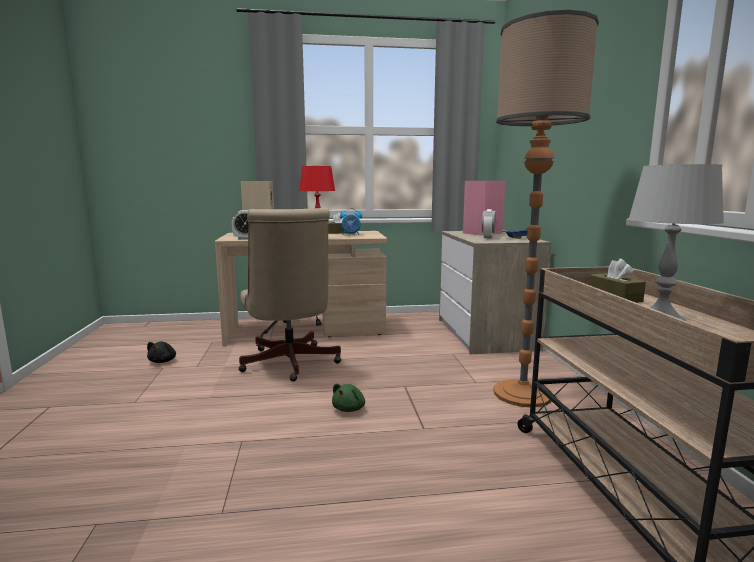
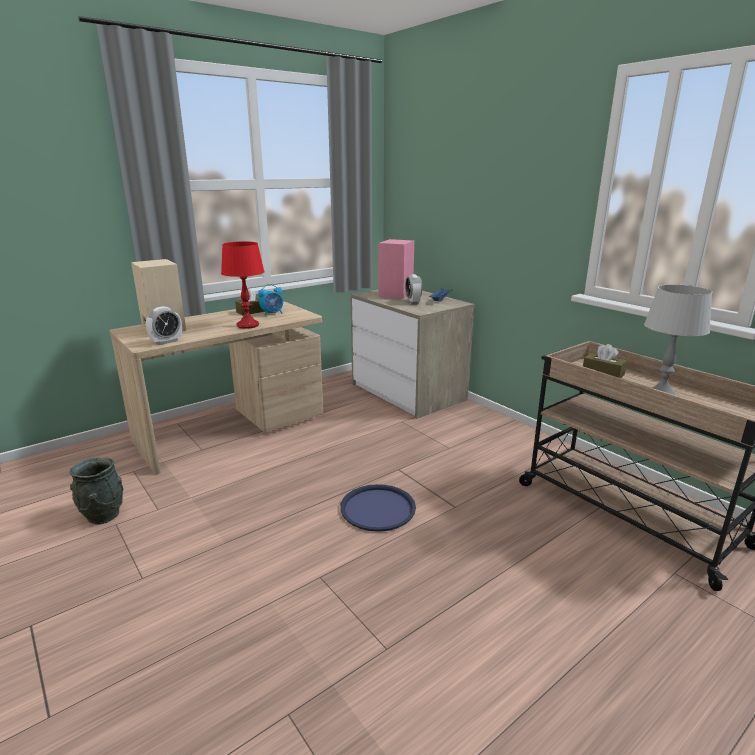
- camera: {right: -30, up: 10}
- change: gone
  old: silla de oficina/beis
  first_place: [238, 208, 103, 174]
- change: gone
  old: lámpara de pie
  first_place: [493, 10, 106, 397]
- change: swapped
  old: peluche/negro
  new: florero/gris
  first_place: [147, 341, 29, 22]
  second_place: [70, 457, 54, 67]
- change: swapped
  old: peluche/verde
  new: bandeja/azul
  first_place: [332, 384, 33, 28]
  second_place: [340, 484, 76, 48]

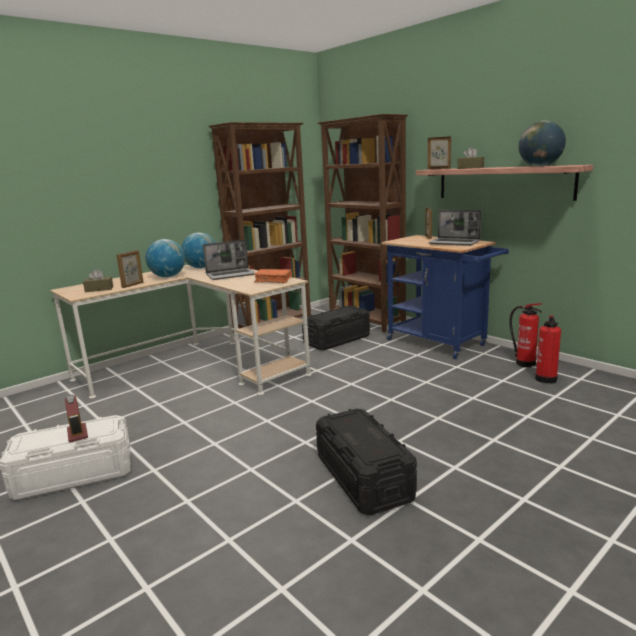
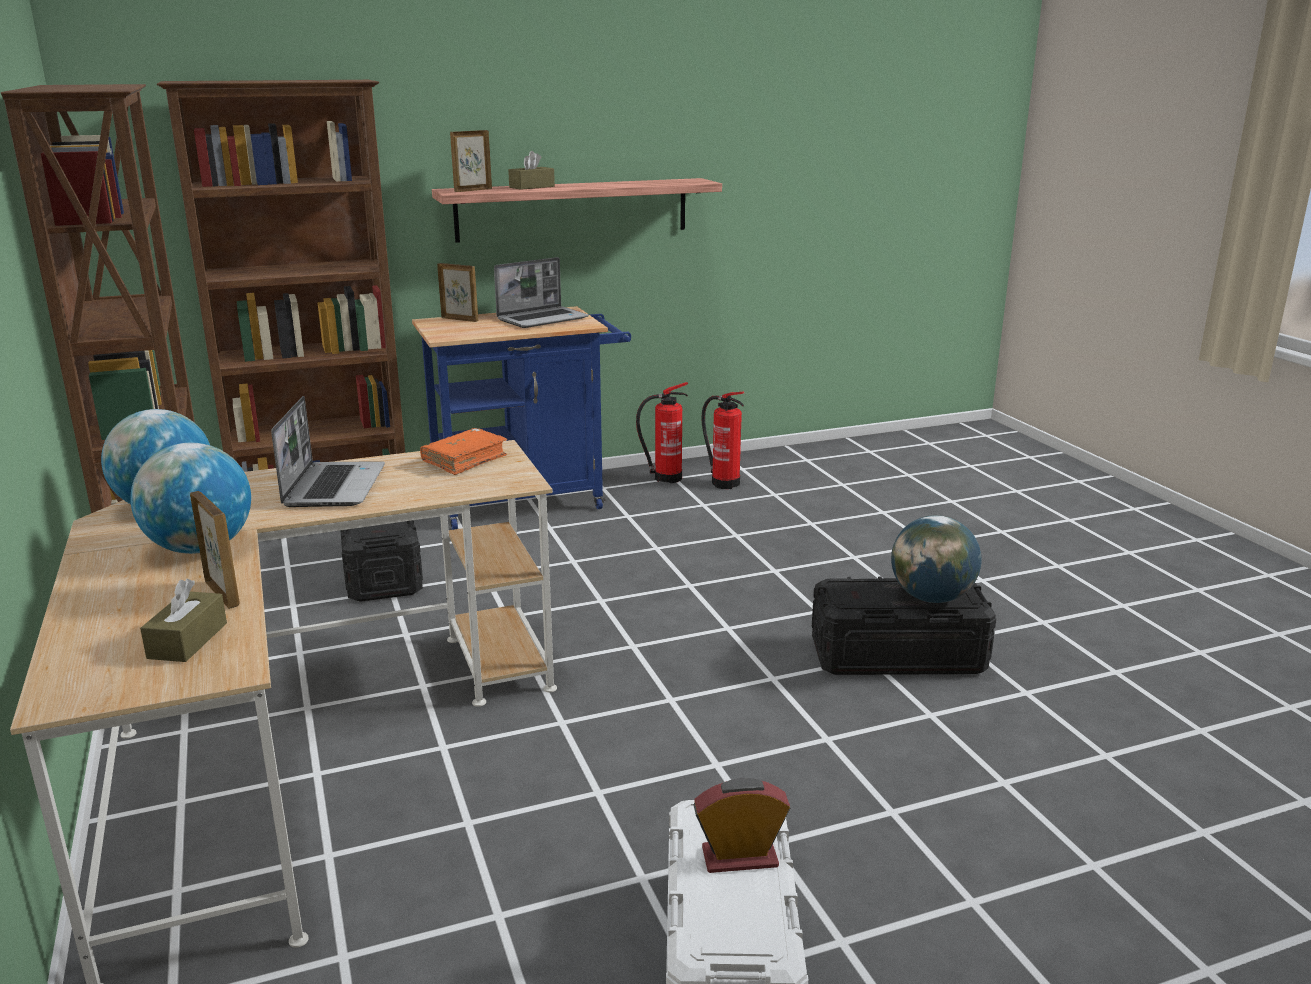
- camera: {right: -70, up: 5}
- change: shifted
  old: globo terráqueo
  first_place: [518, 121, 48, 46]
  second_place: [891, 515, 91, 88]

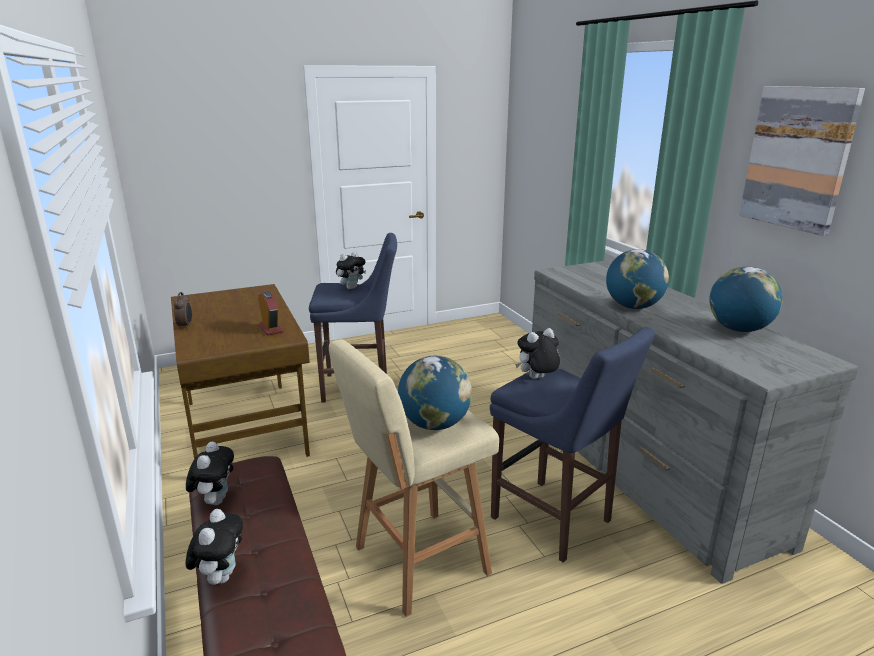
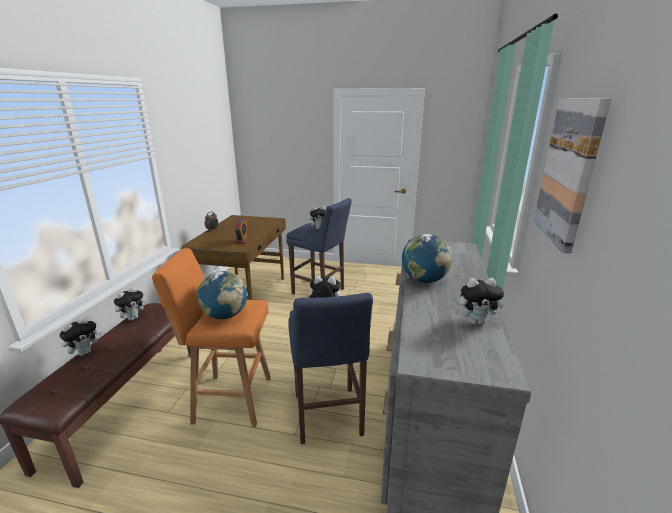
- camera: {right: 35, up: 0}
- change: swapped
  old: globo terráqueo
  new: peluche
  first_place: [709, 267, 74, 65]
  second_place: [459, 278, 45, 47]
- change: repainted
  old: taburete/beis
  new: taburete/naranja
  first_place: [329, 339, 170, 278]
  second_place: [152, 248, 119, 179]

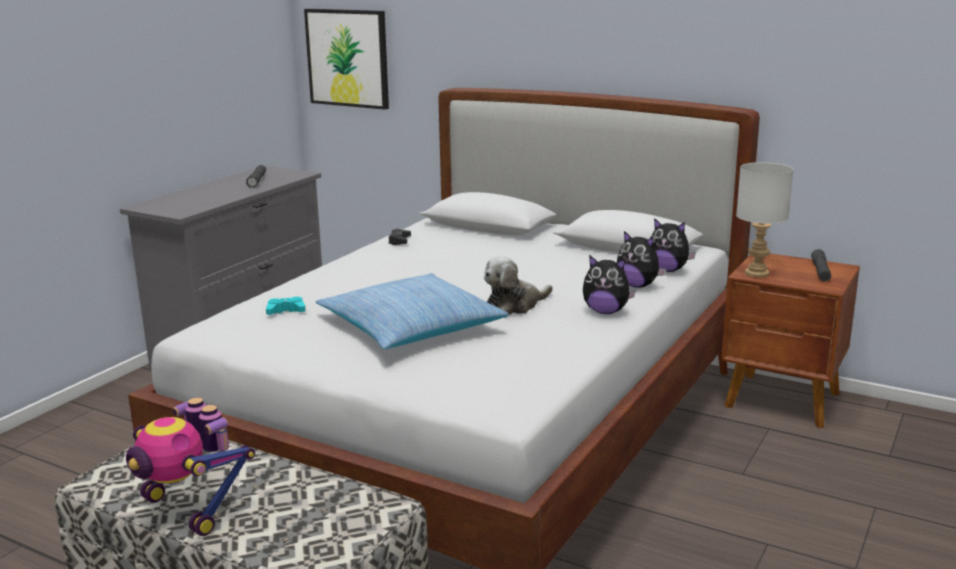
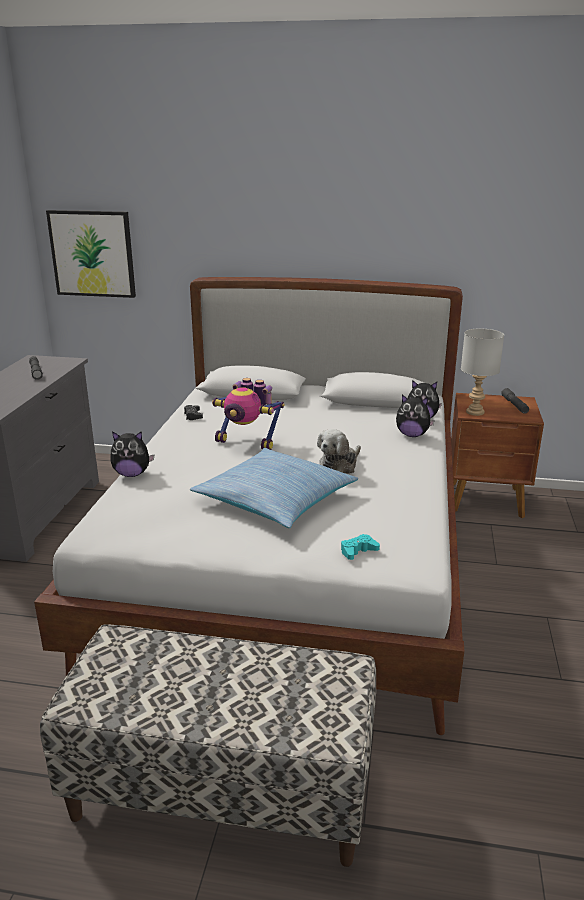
- camera: {right: -20, up: 5}
- change: shifted
  old: robot de juguete
  first_place: [126, 397, 129, 139]
  second_place: [212, 378, 72, 72]
- change: shifted
  old: mando de consola/turquesa
  first_place: [266, 297, 40, 18]
  second_place: [341, 534, 39, 26]
- change: shifted
  old: peluche
  first_place: [583, 255, 53, 59]
  second_place: [110, 432, 44, 45]

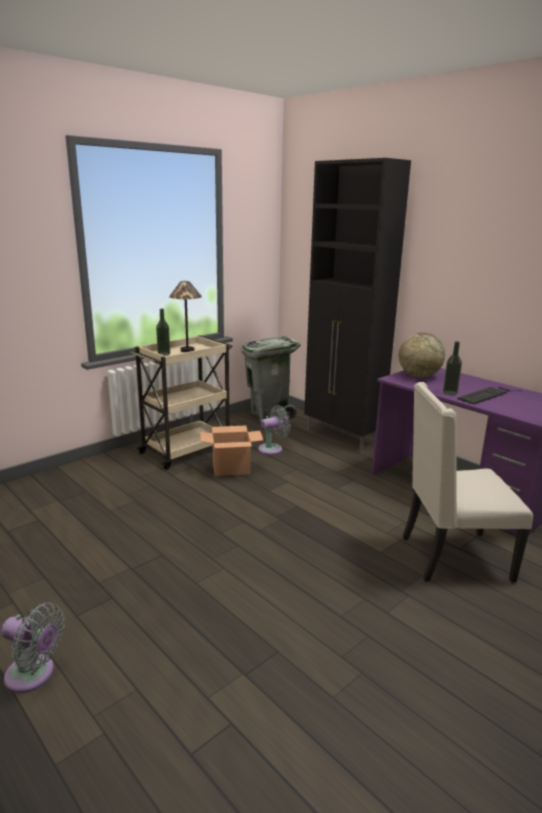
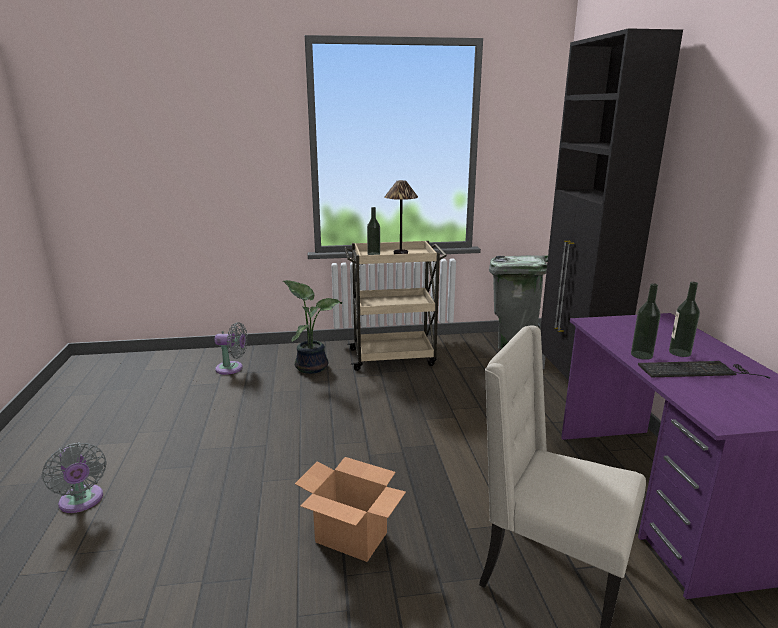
- camera: {right: 35, up: 0}
- change: gone
  old: globo terráqueo
  first_place: [399, 332, 46, 46]
- change: new
  new: planta en maceta
  second_place: [283, 280, 59, 94]
- change: new
  new: botella
  second_place: [669, 282, 31, 75]
- change: shifted
  old: caja de cartón
  first_place: [200, 425, 63, 51]
  second_place: [295, 457, 111, 105]
- change: shifted
  old: ventilador/gris
  first_place: [258, 405, 33, 50]
  second_place: [214, 322, 34, 53]

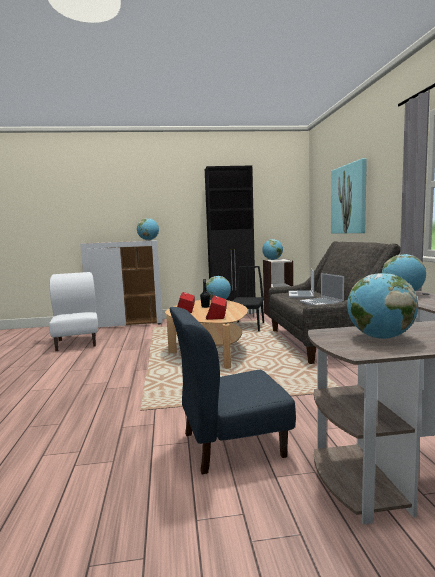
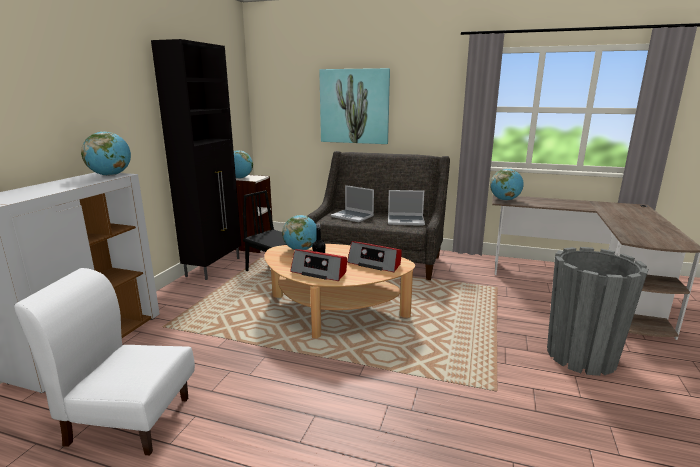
- camera: {right: -65, up: 10}
- change: gone
  old: globo terráqueo
  first_place: [347, 273, 71, 66]
- change: swapped
  old: silla/azul
  new: maceta/gris
  first_place: [170, 307, 126, 168]
  second_place: [547, 247, 102, 129]

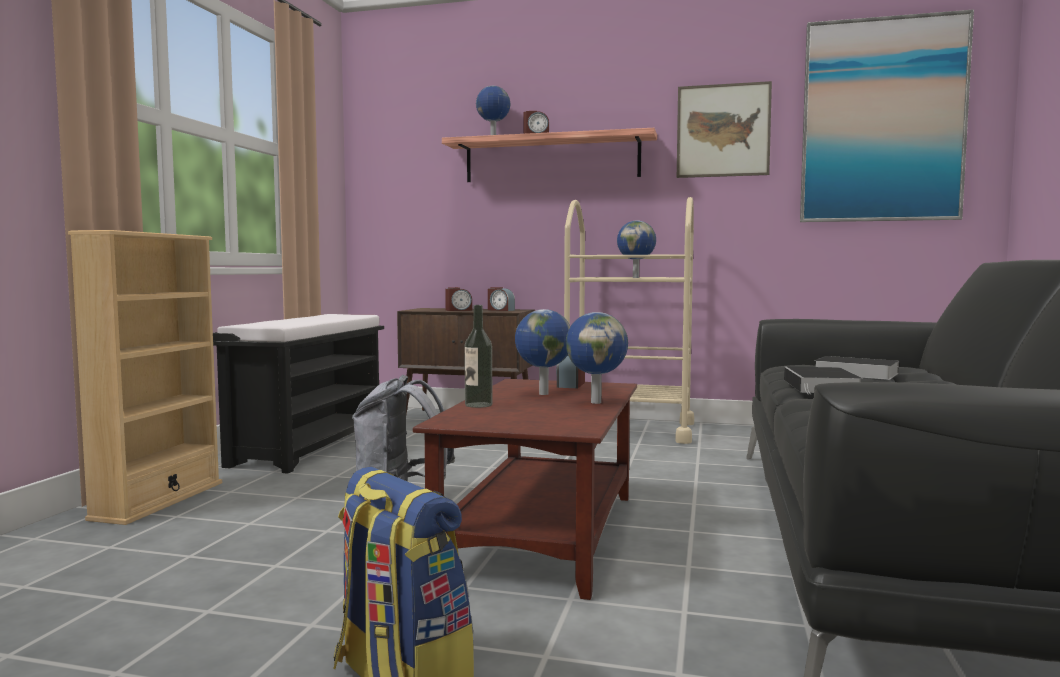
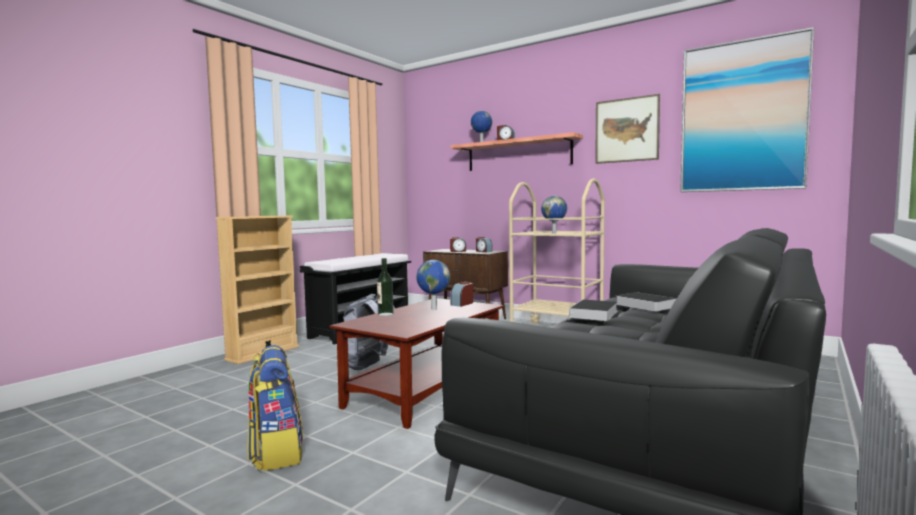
- camera: {right: 20, up: 0}
- change: gone
  old: globo terráqueo
  first_place: [566, 312, 62, 92]

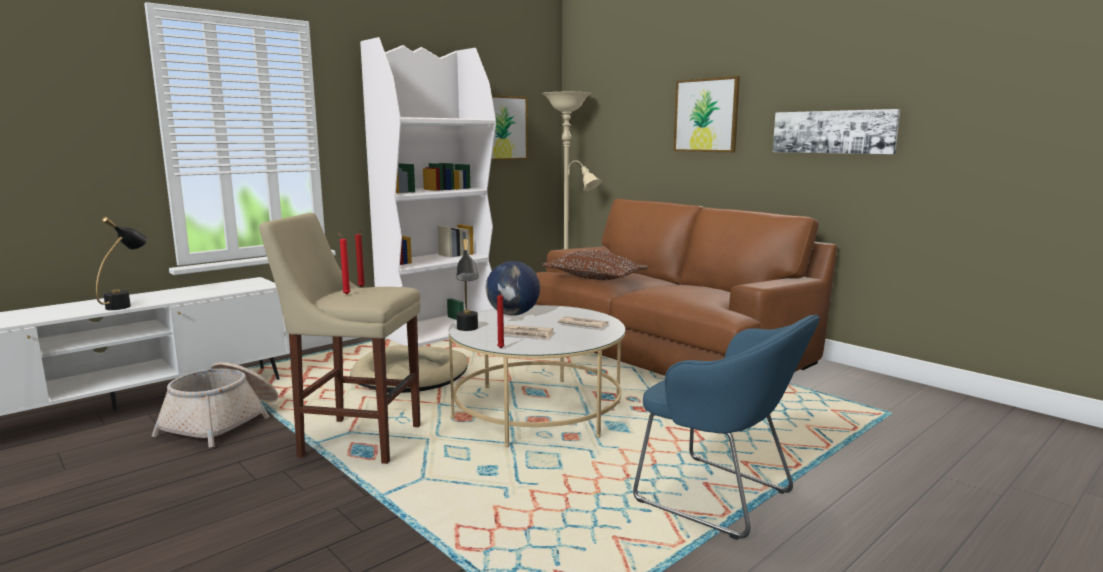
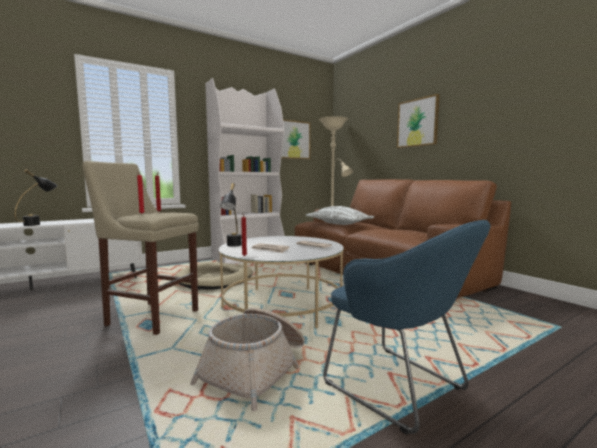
- camera: {right: 10, up: -5}
- change: gone
  old: globo terráqueo
  first_place: [485, 261, 55, 55]
- change: gone
  old: cuadro
  first_place: [773, 109, 127, 45]
- change: shifted
  old: cesta
  first_place: [152, 362, 126, 86]
  second_place: [190, 308, 115, 103]
- change: repainted
  old: cojín/marrón
  new: cojín/blanco
  first_place: [542, 250, 107, 30]
  second_place: [305, 206, 69, 19]

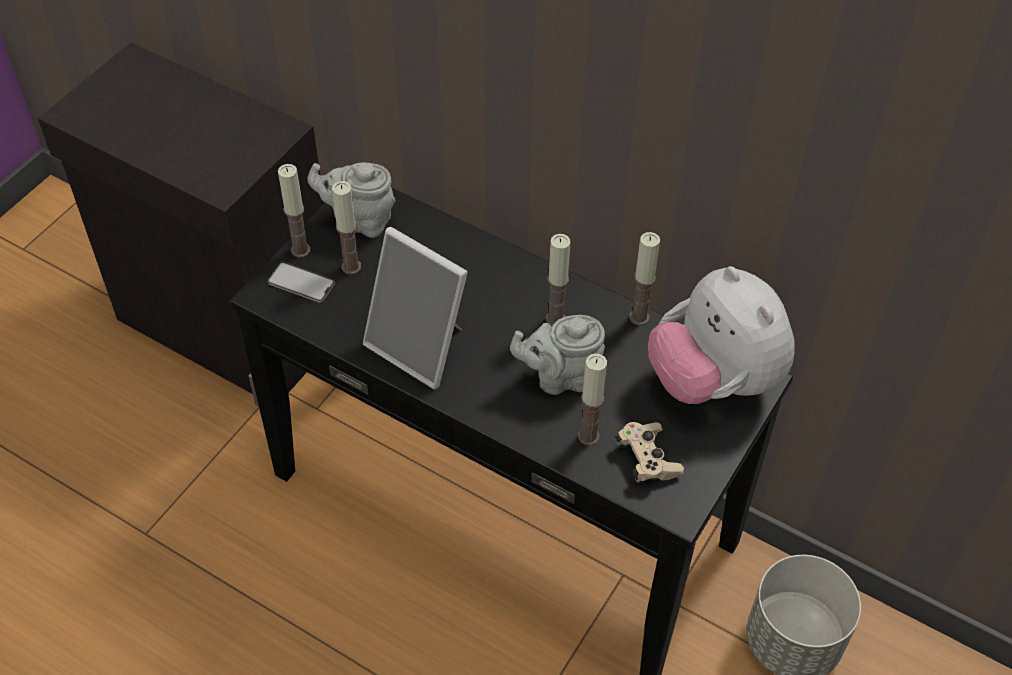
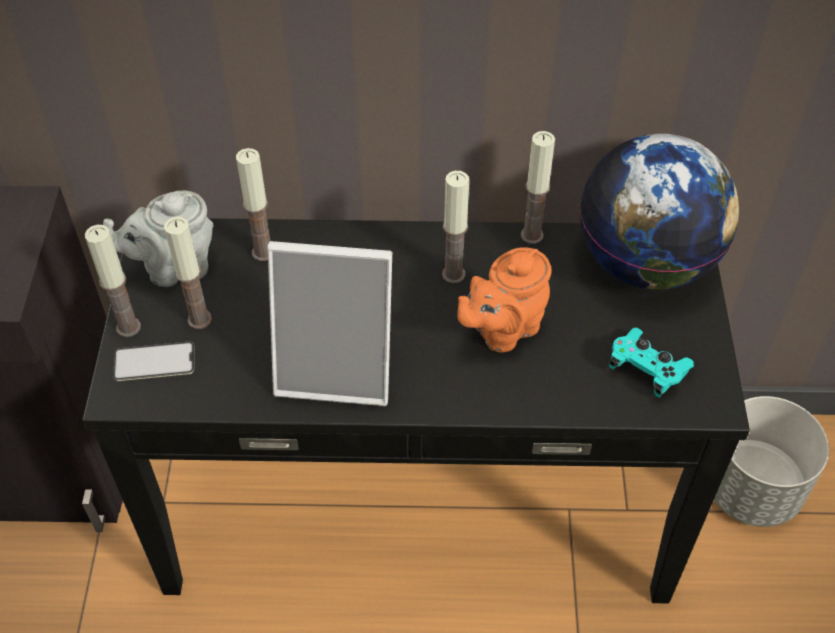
- camera: {right: -30, up: 0}
- change: shifted
  old: vela
  first_place: [578, 353, 29, 92]
  second_place: [236, 148, 34, 113]
- change: swapped
  old: peluche
  new: globo terráqueo
  first_place: [648, 266, 147, 138]
  second_place: [580, 133, 159, 157]
- change: repainted
  old: tetera/gris
  new: tetera/naranja
  first_place: [510, 315, 95, 80]
  second_place: [457, 247, 95, 106]
- change: repainted
  old: mando de consola/beis
  new: mando de consola/turquesa
  first_place: [616, 422, 68, 61]
  second_place: [609, 328, 85, 70]

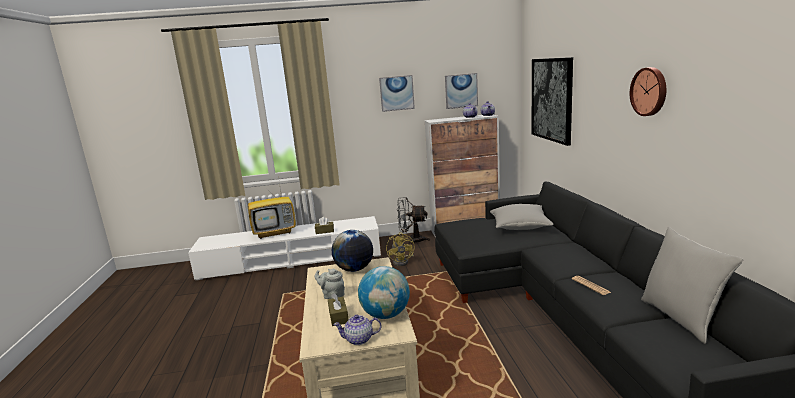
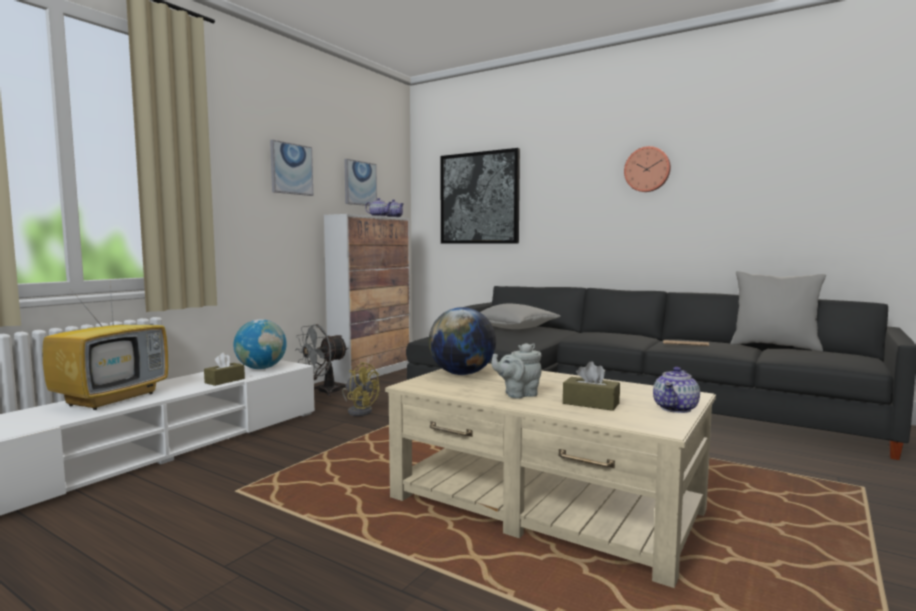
- camera: {right: -50, up: -10}
- change: shifted
  old: globo terráqueo
  first_place: [358, 266, 52, 53]
  second_place: [233, 319, 54, 50]

